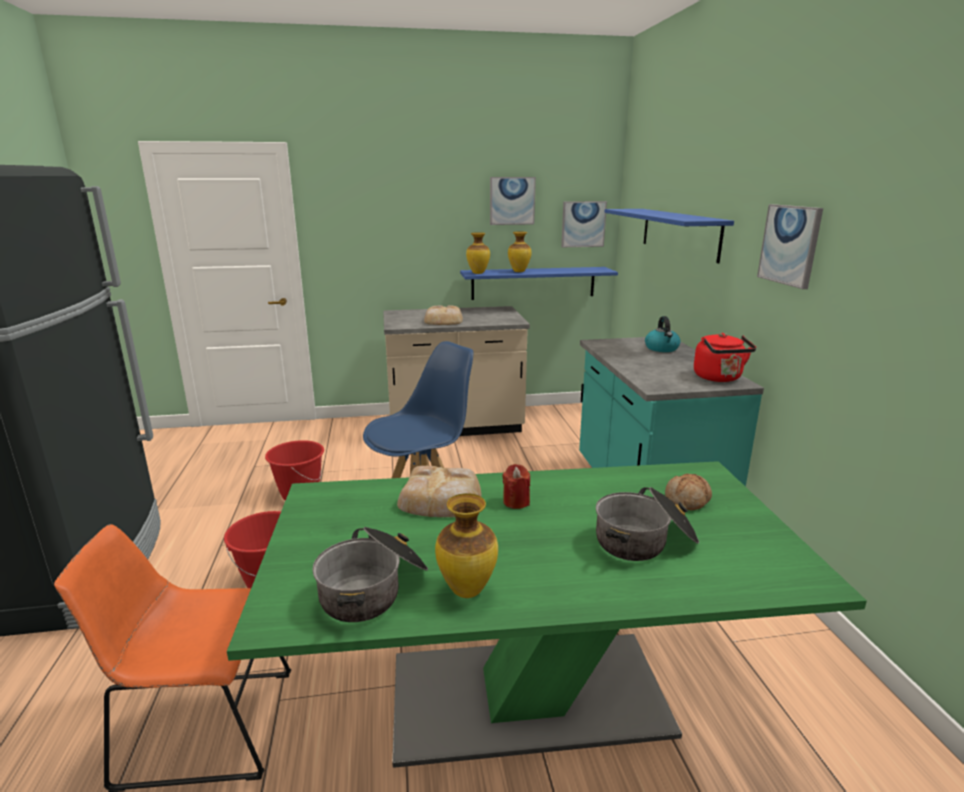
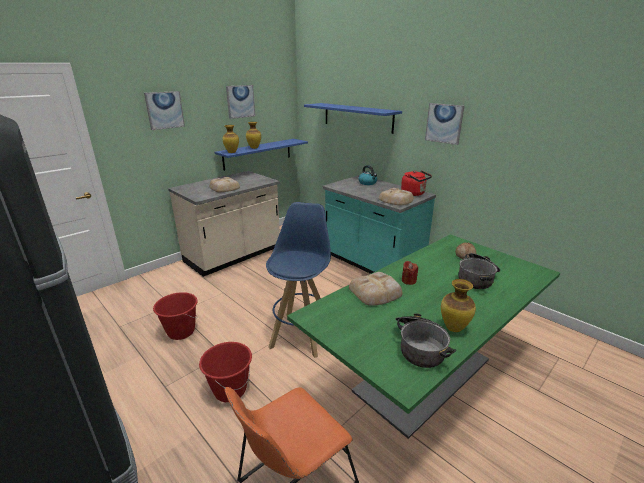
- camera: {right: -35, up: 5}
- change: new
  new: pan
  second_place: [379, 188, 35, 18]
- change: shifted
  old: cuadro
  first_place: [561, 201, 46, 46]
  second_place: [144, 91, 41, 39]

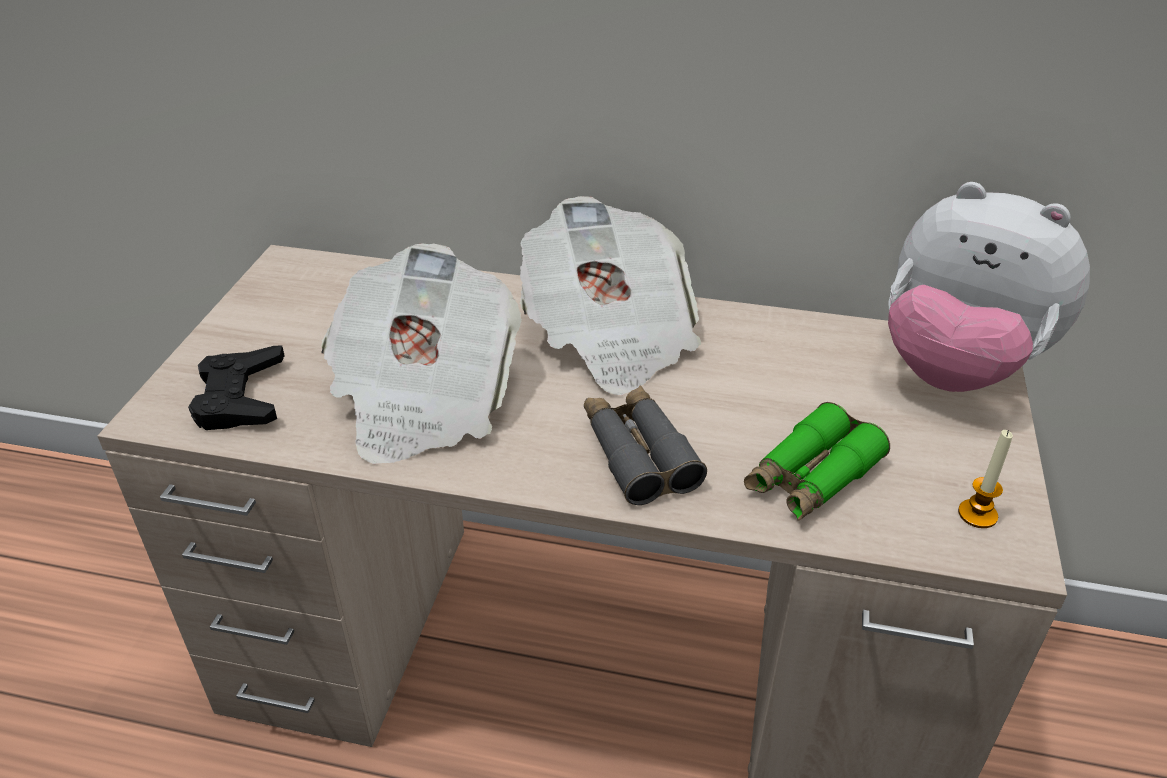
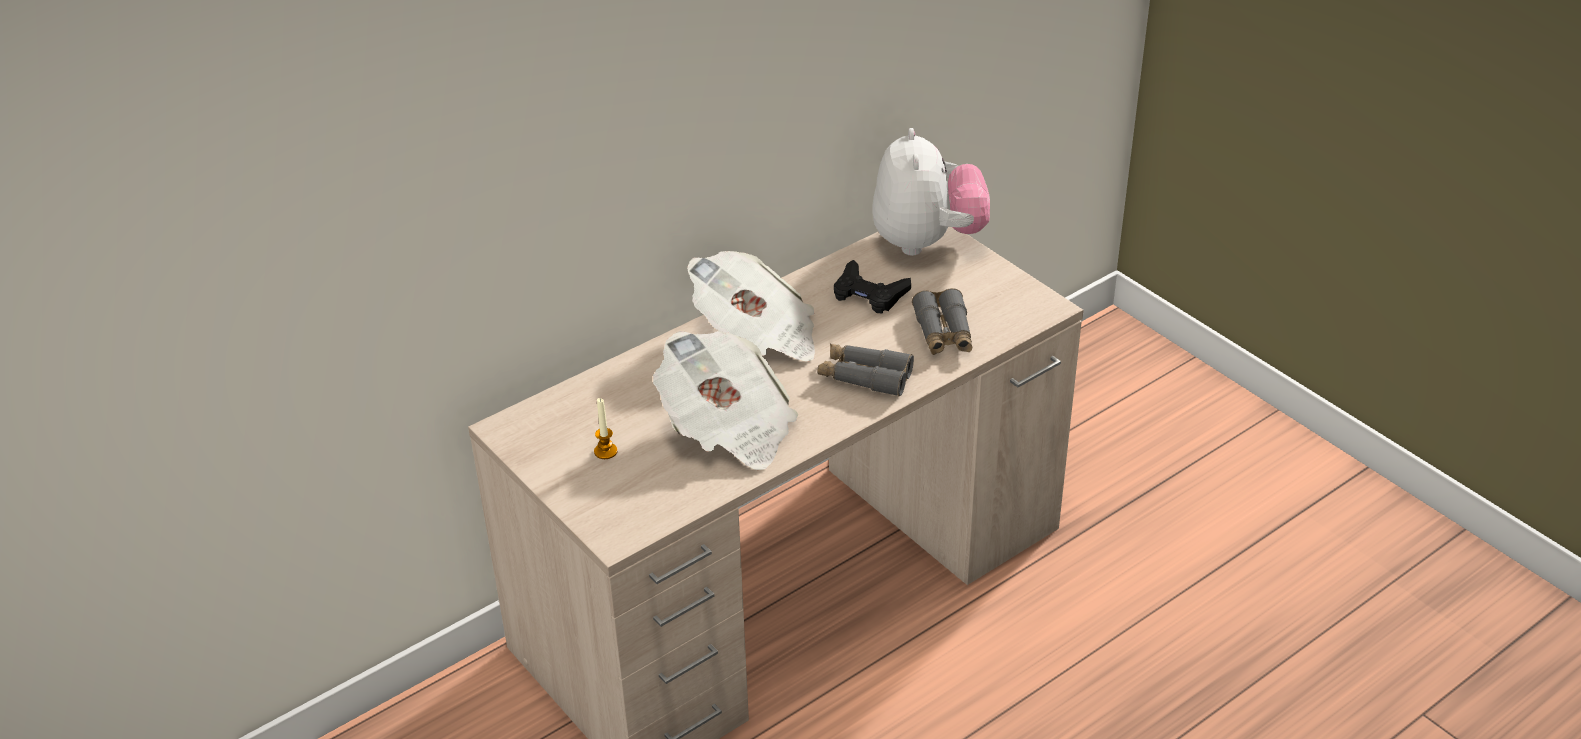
- camera: {right: -50, up: 0}
- change: shifted
  old: mando de consola/negro
  first_place: [188, 345, 97, 85]
  second_place: [834, 260, 77, 53]
- change: shifted
  old: vela
  first_place: [958, 430, 55, 98]
  second_place: [594, 398, 24, 61]
- change: repainted
  old: prismáticos/verde
  new: prismáticos/gris
  first_place: [744, 402, 146, 119]
  second_place: [912, 288, 60, 67]
- change: rotated
  old: peluche
  first_place: [888, 182, 202, 210]
  second_place: [872, 128, 118, 128]
  degrees: -75

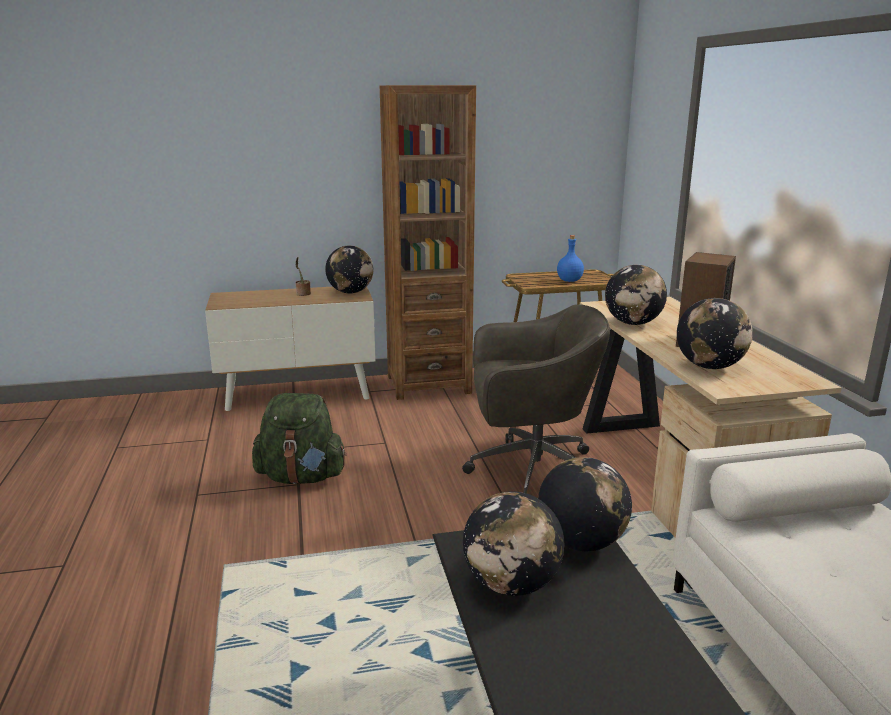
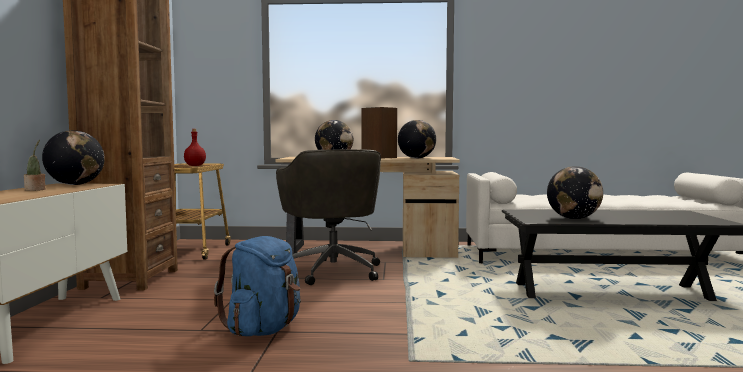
- camera: {right: -75, up: -15}
- change: gone
  old: globo terráqueo
  first_place: [538, 457, 94, 94]
- change: repainted
  old: mochila/verde
  new: mochila/azul
  first_place: [252, 393, 95, 91]
  second_place: [214, 236, 87, 100]
- change: repainted
  old: botella/azul
  new: botella/rojo
  first_place: [557, 235, 27, 47]
  second_place: [184, 129, 22, 37]
- change: rotated
  old: silla de oficina/gris
  first_place: [462, 304, 148, 189]
  second_place: [276, 149, 105, 136]
  degrees: 150

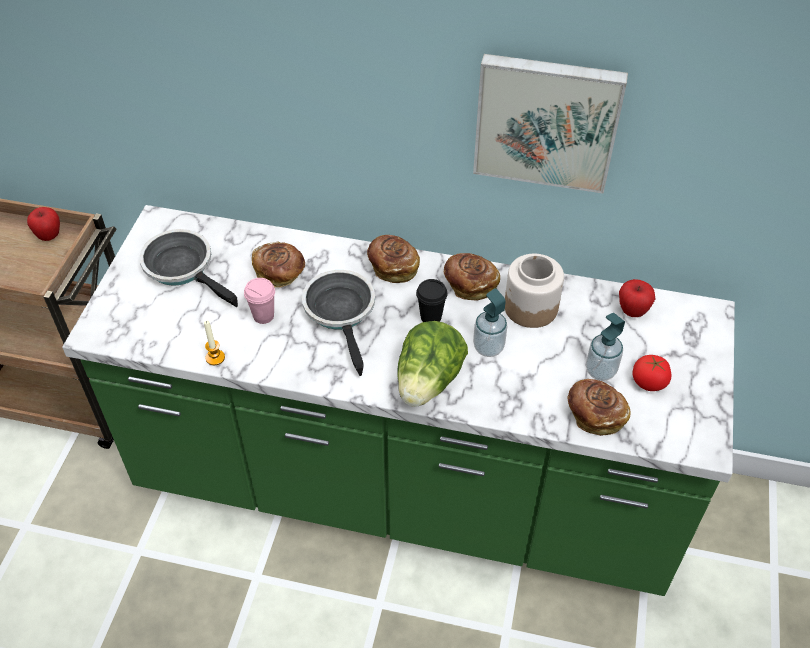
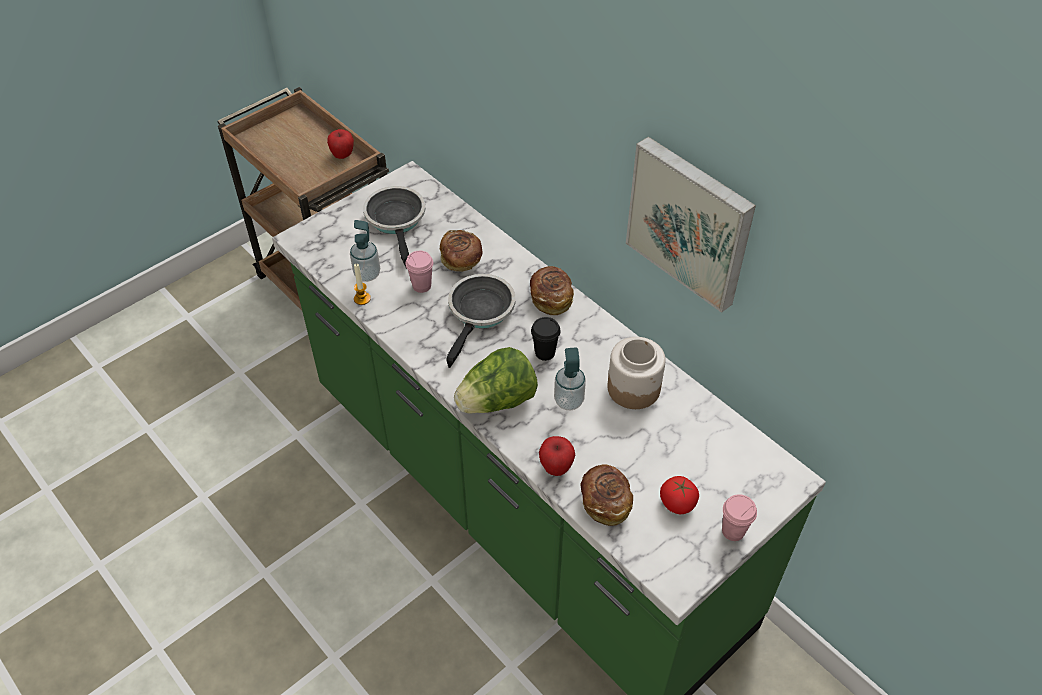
- camera: {right: 35, up: 0}
- change: gone
  old: pan
  first_place: [444, 253, 56, 48]
- change: new
  new: taza/rosa
  second_place: [722, 494, 35, 47]
- change: shifted
  old: dispensador de jabón
  first_place: [586, 313, 39, 68]
  second_place: [350, 220, 30, 62]
- change: shifted
  old: manzana
  first_place: [619, 279, 36, 38]
  second_place: [539, 436, 36, 40]

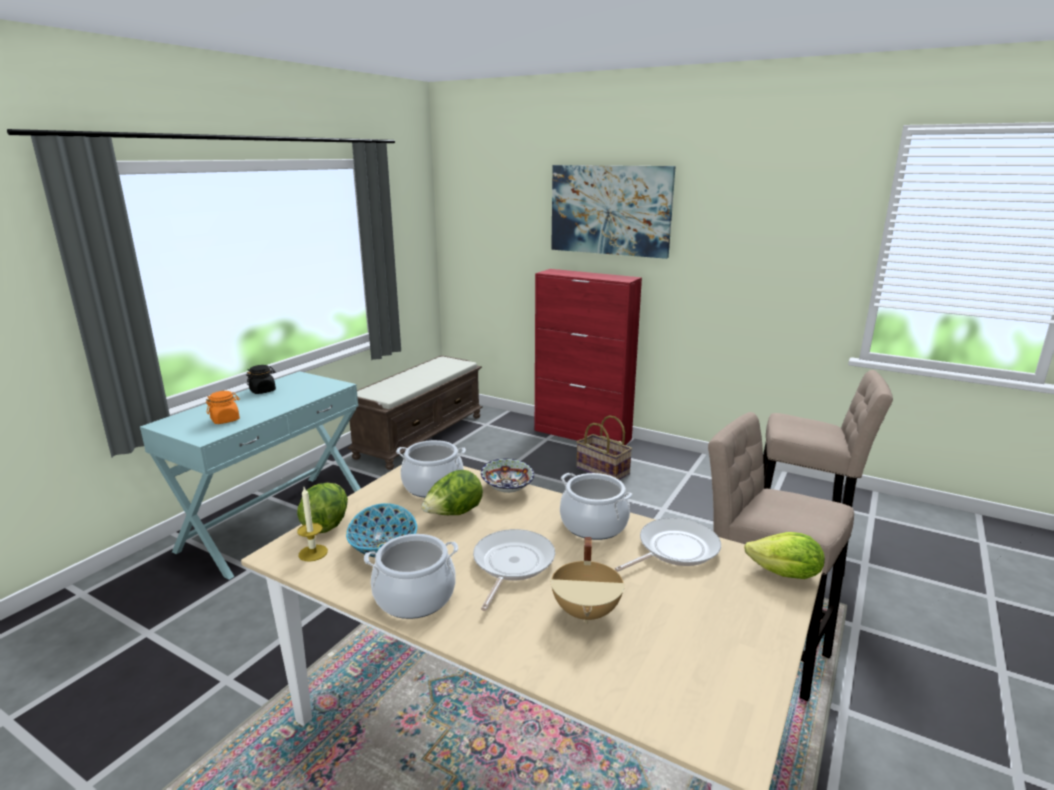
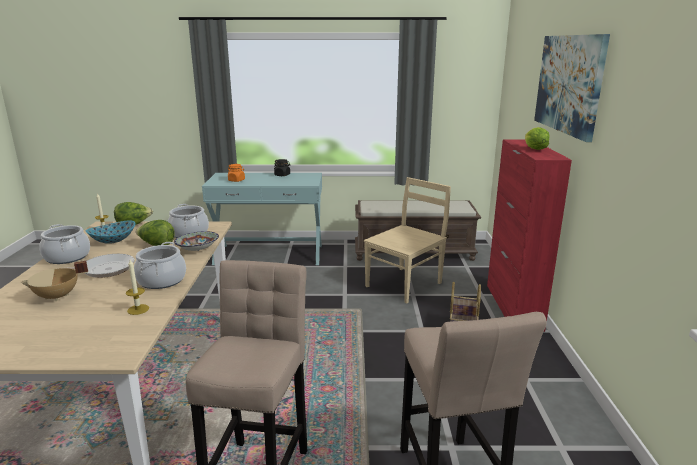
- camera: {right: 60, up: 0}
- change: new
  new: silla/beis
  second_place: [364, 177, 87, 127]
- change: shifted
  old: lechuga
  first_place: [744, 532, 81, 47]
  second_place: [525, 127, 25, 23]
- change: swapped
  old: sartén
  new: vela
  first_place: [615, 518, 106, 54]
  second_place: [126, 260, 23, 55]

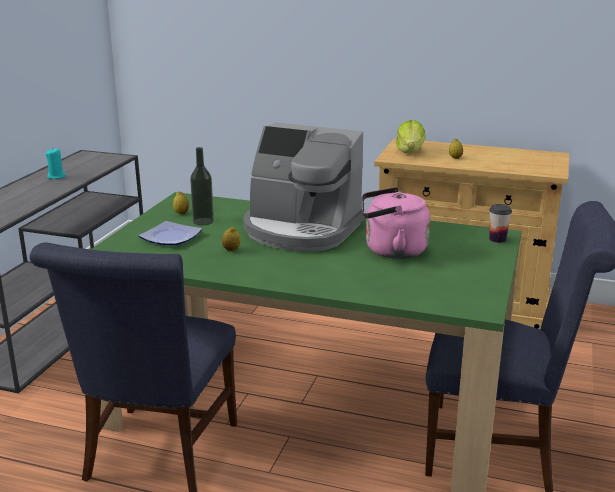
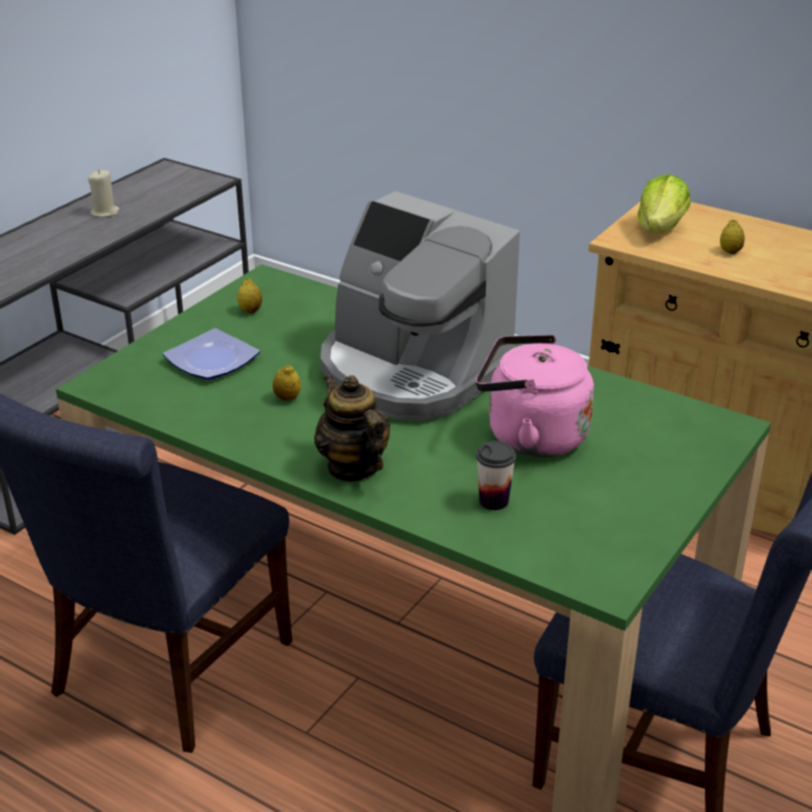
- camera: {right: 15, up: 10}
- change: gone
  old: botella
  first_place: [190, 147, 24, 78]
- change: new
  new: tetera
  second_place: [314, 375, 76, 107]
- change: shifted
  old: taza
  first_place: [489, 204, 23, 39]
  second_place: [476, 441, 40, 69]
- change: repainted
  old: vela/turquesa
  new: vela/beis
  first_place: [46, 148, 20, 31]
  second_place: [88, 170, 32, 47]

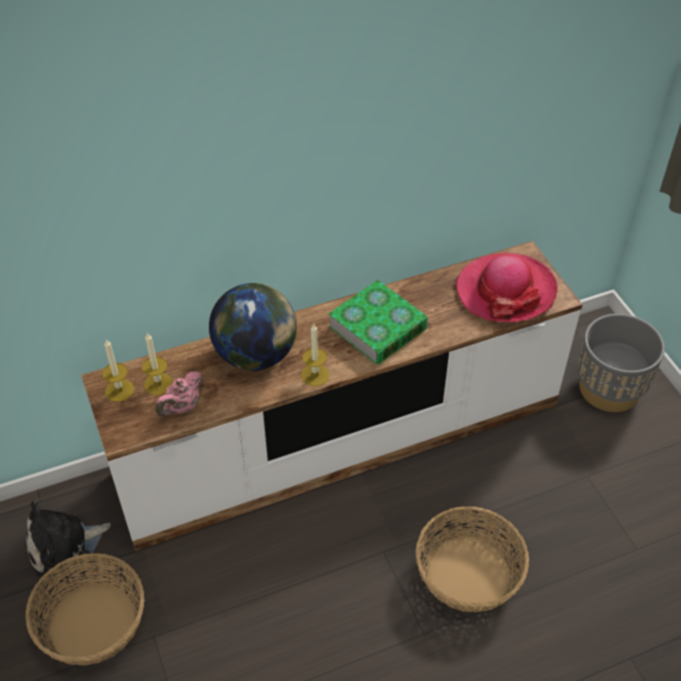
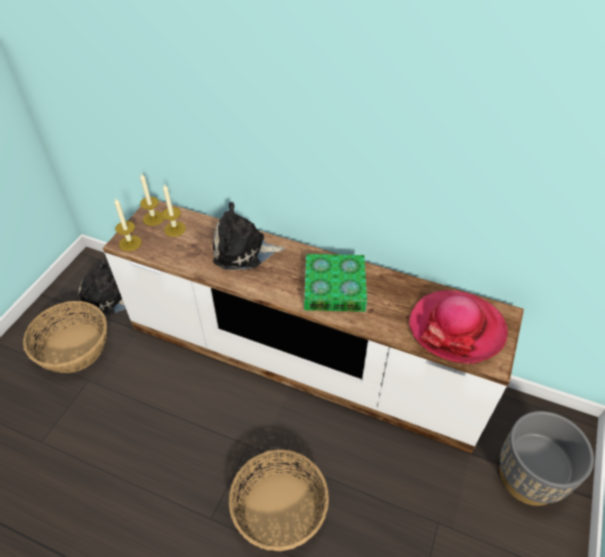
- camera: {right: 45, up: 0}
- change: gone
  old: tetera/rosa
  first_place: [155, 371, 47, 46]
- change: shifted
  old: vela
  first_place: [301, 324, 29, 62]
  second_place: [114, 198, 28, 53]
- change: swapped
  old: globo terráqueo
  new: peluche
  first_place: [209, 283, 88, 88]
  second_place: [213, 202, 72, 68]

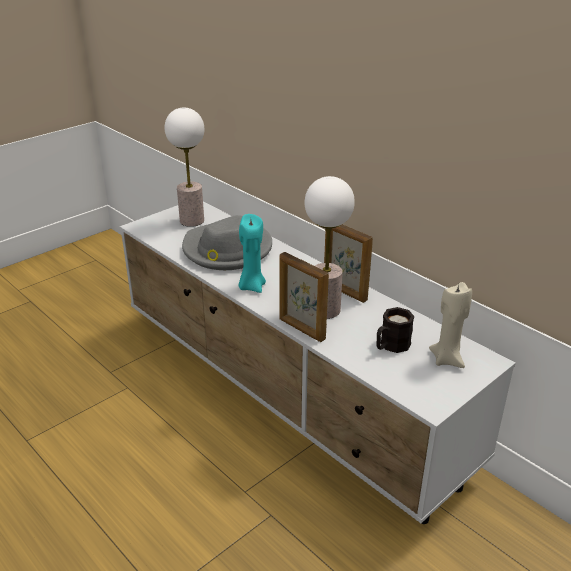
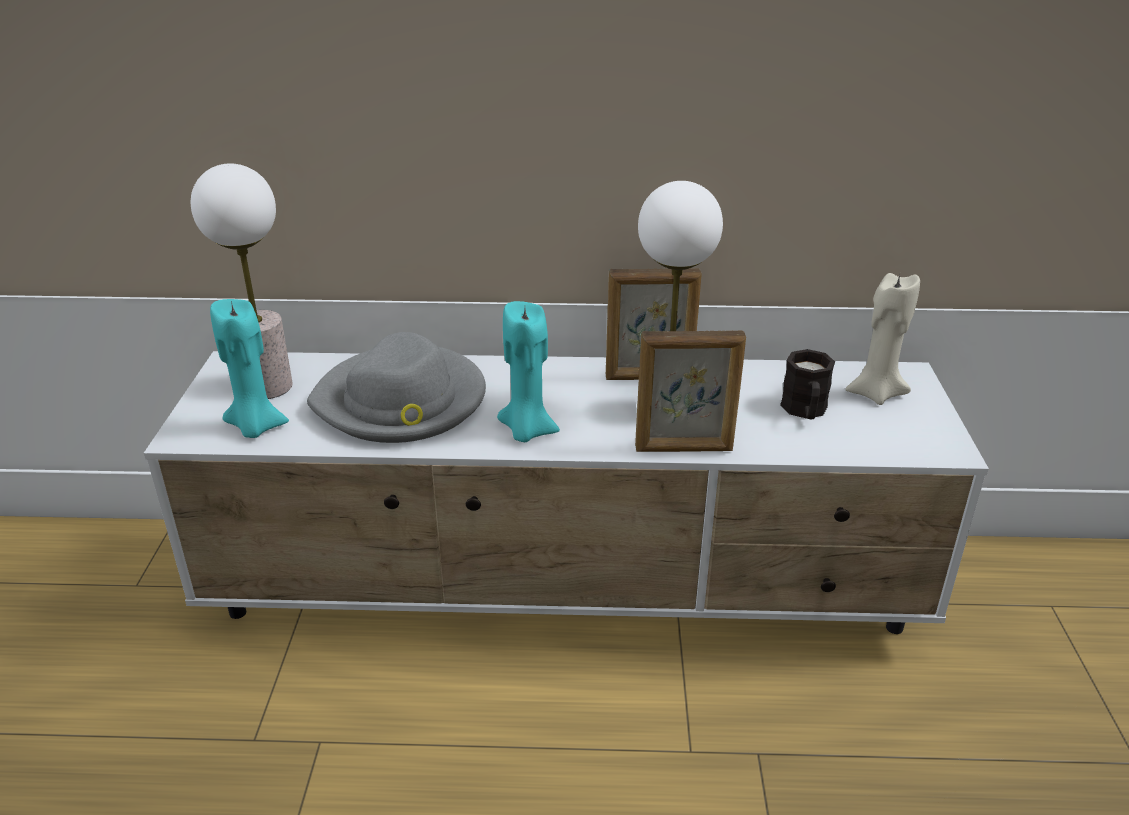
- camera: {right: -45, up: 0}
- change: new
  new: vela/turquesa
  second_place: [210, 299, 79, 139]

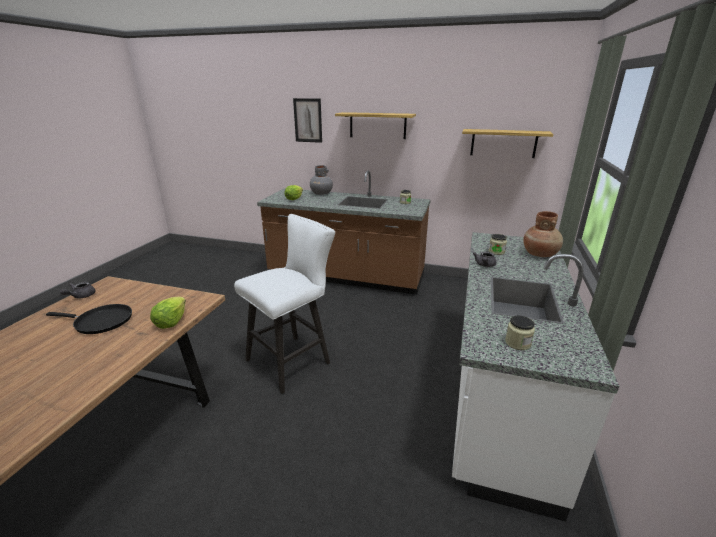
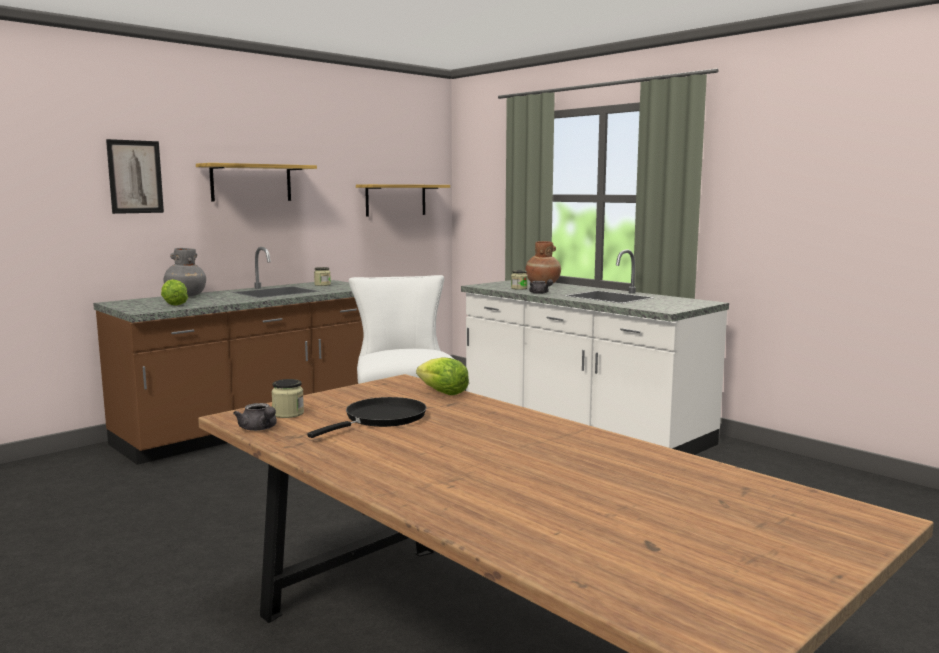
- camera: {right: -60, up: -15}
- change: shifted
  old: tarro
  first_place: [505, 316, 30, 34]
  second_place: [271, 379, 33, 39]

